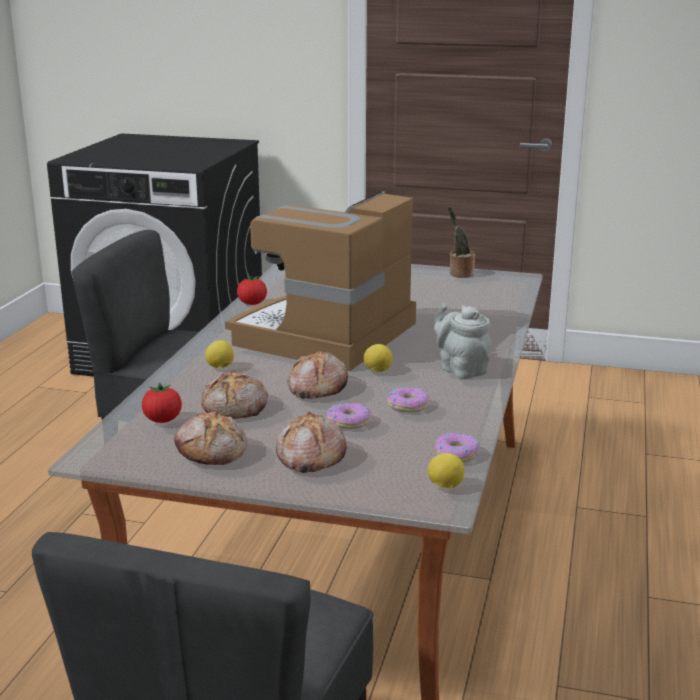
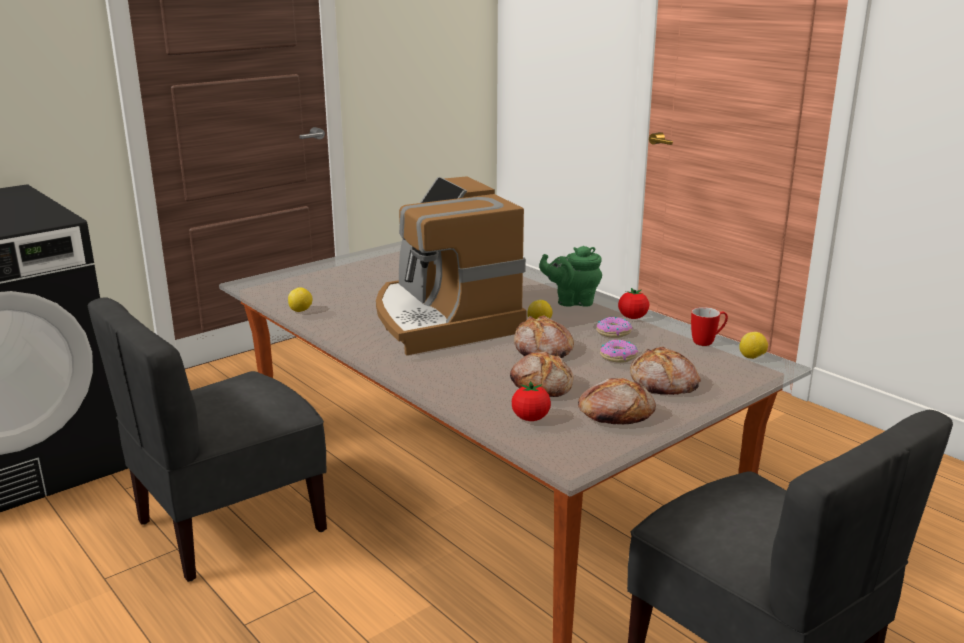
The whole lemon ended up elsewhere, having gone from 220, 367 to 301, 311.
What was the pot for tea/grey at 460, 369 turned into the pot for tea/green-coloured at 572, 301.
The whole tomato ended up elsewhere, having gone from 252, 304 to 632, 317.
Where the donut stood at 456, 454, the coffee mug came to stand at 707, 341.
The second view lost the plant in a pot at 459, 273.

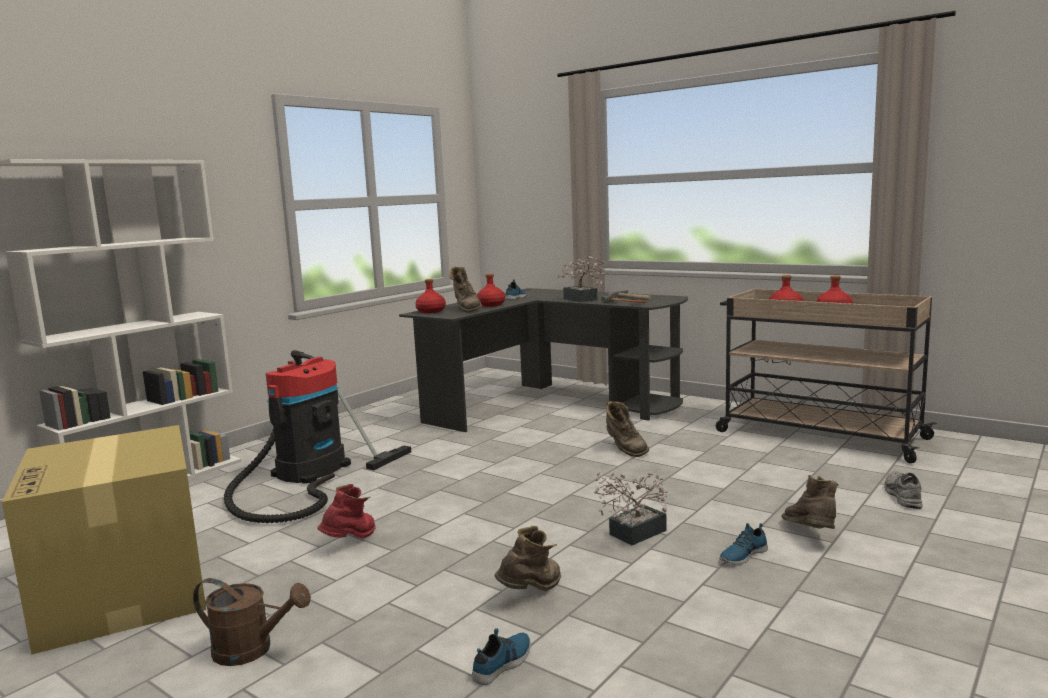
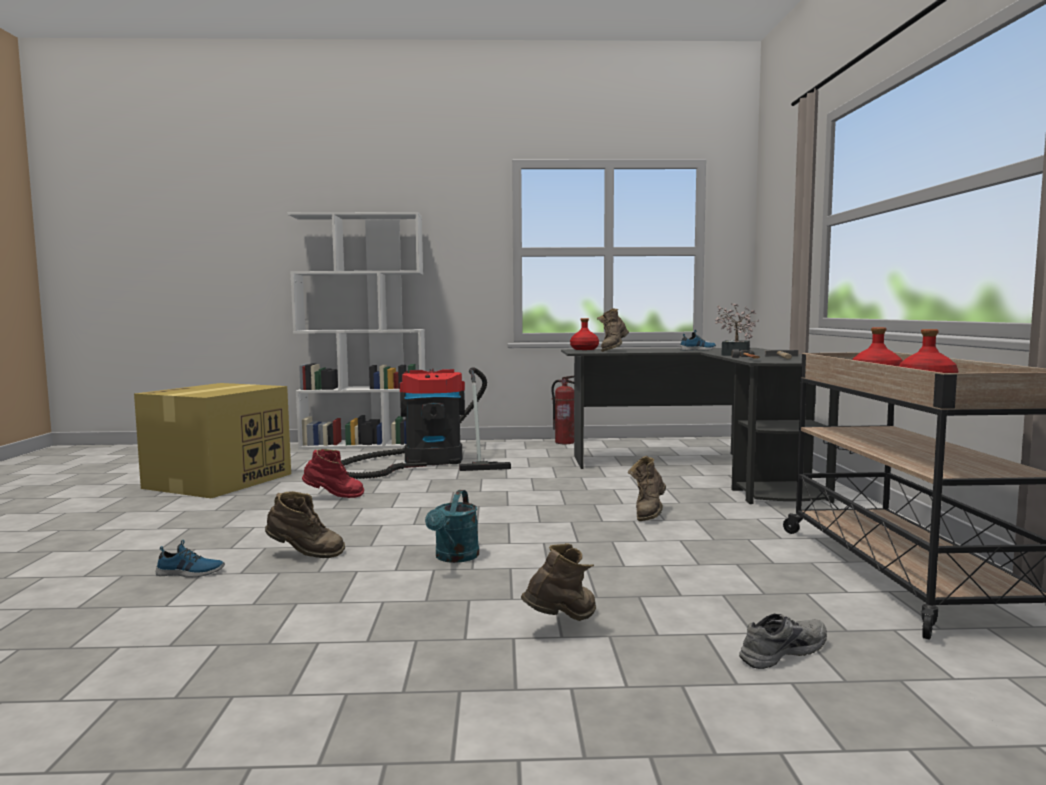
Where the plant in a pot stood at 632, 534, the watering pot/turquoise came to stand at 454, 558.
The second view gained the fire-fighting cylinder at 565, 442.
The second view lost the watering pot/brownish at 252, 650.
The second view lost the drink bottle/red-coloured at 491, 305.
The second view lost the item of footwear at 742, 555.

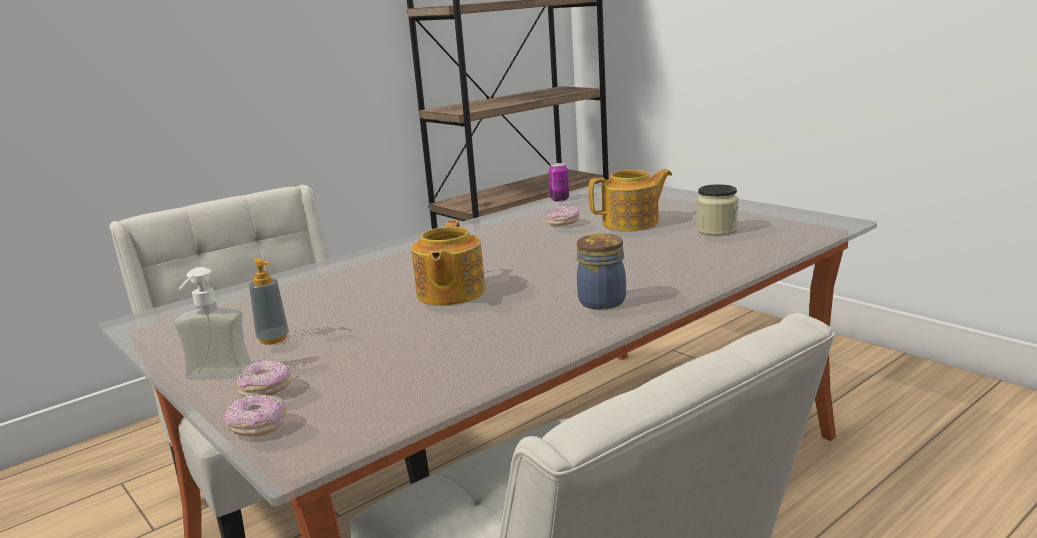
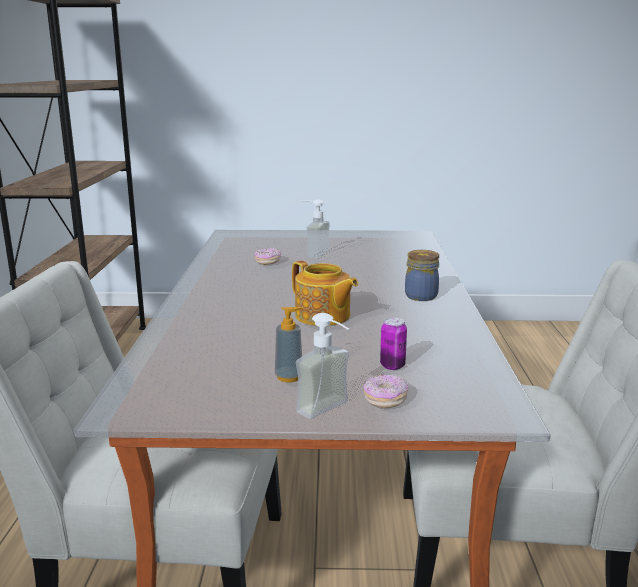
Where the pot for tea stood at 632, 223, the soap bottle came to stand at 312, 254.
The metal can ended up elsewhere, having gone from 559, 199 to 392, 366.
The second view lost the donut at 258, 427.
The second view lost the preserve jar at 717, 230.

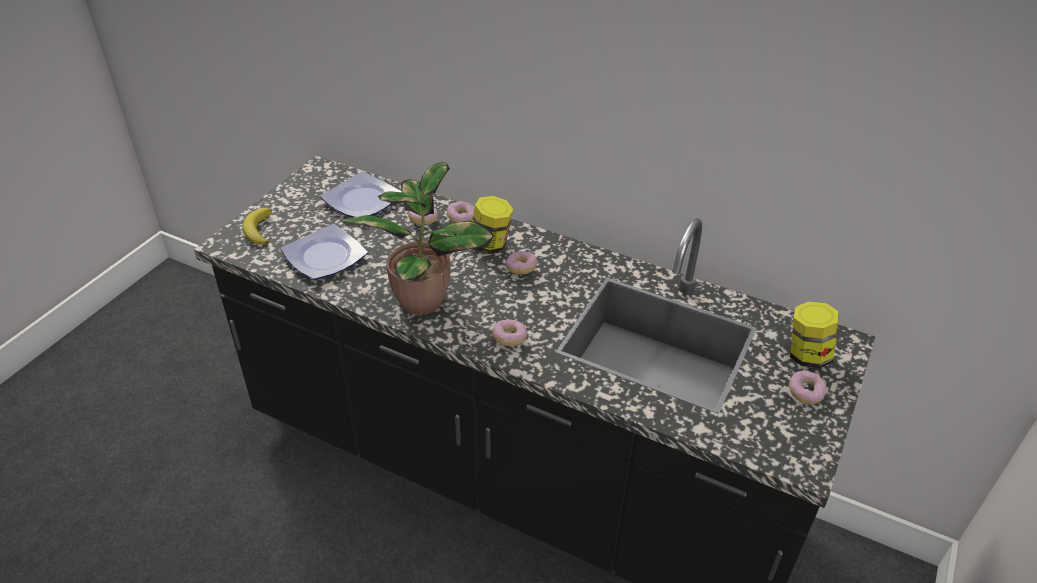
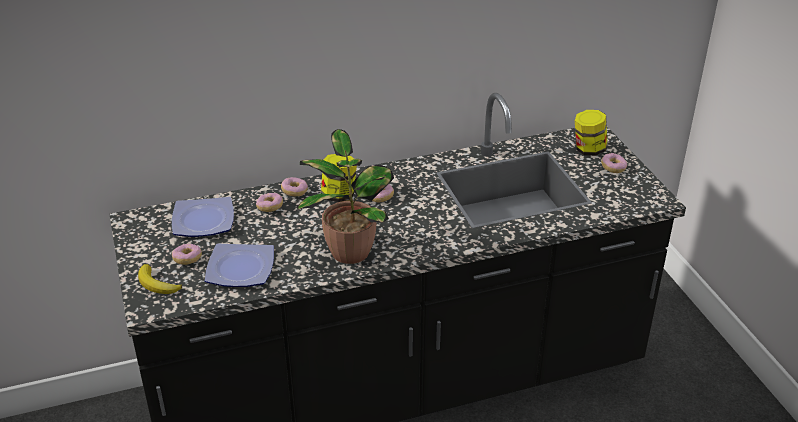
The donut ended up elsewhere, having gone from 509, 338 to 187, 259.

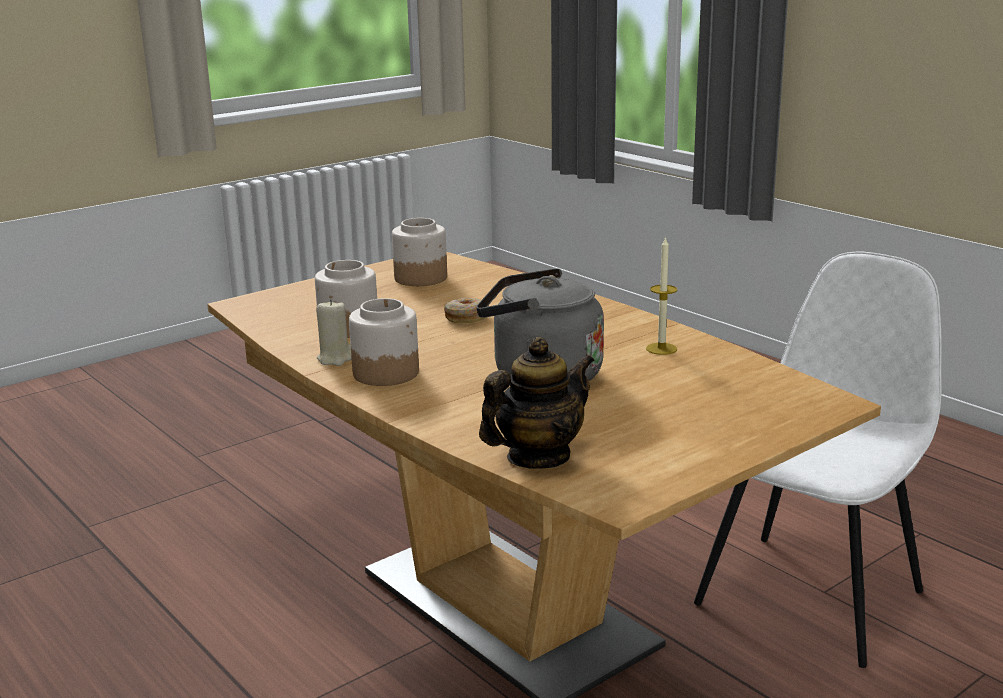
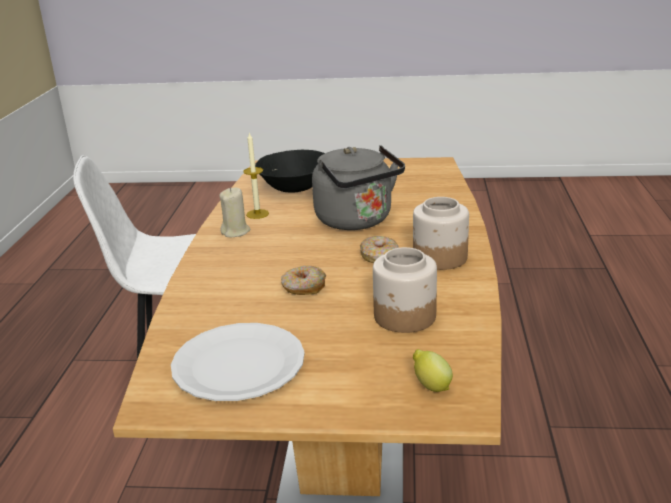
Where the preserve jar stood at 420, 278, the dinner plate/whitish came to stand at 239, 364.
The wax light/beige-coloured ended up elsewhere, having gone from 335, 359 to 236, 232.
The second view gained the deep dish/black-coloured at 295, 187.
The second view gained the donut at 379, 256.
The second view gained the whole lemon at 431, 386.
The second view lost the pot for tea at 538, 457.

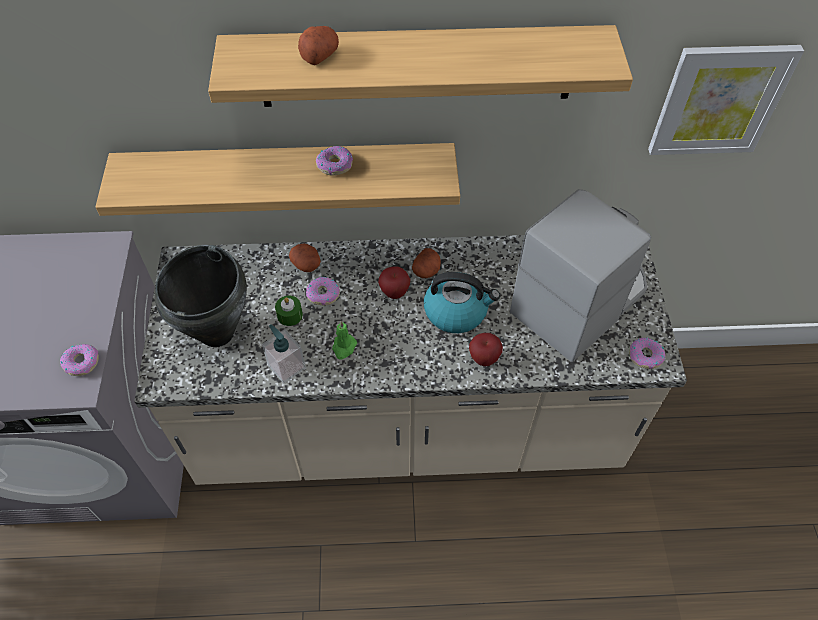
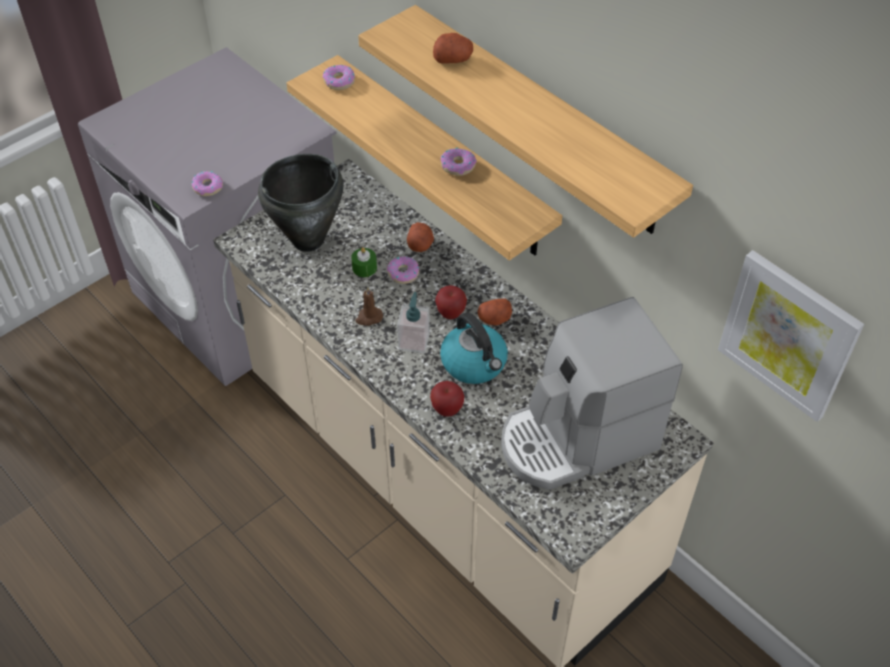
The donut ended up elsewhere, having gone from 645, 356 to 339, 81.
What was the wax light/green-coloured at 344, 347 turned into the wax light/brownish at 368, 317.
The soap bottle ended up elsewhere, having gone from 286, 366 to 414, 341.
The coffee brewer at 580, 300 ended up facing another way, 150 degrees clockwise from before.

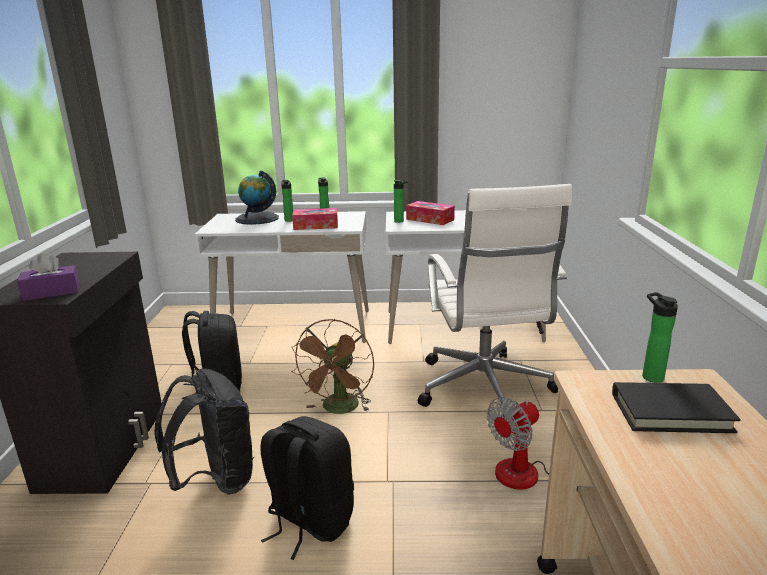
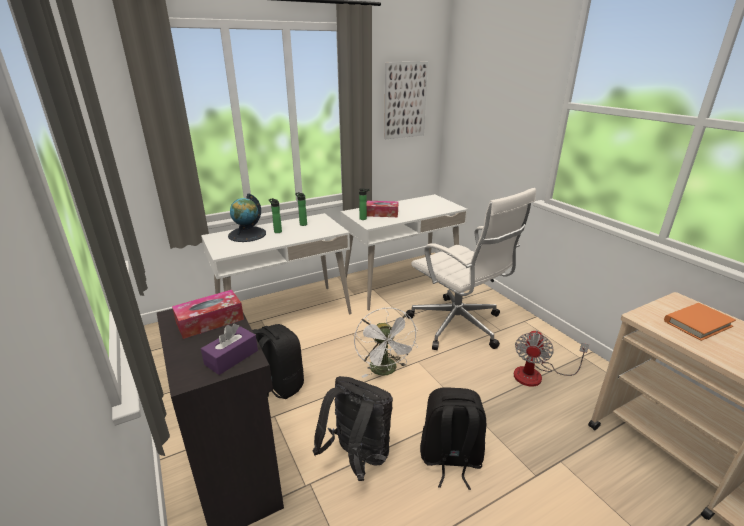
The box of tissues ended up elsewhere, having gone from 316, 226 to 210, 321.
What was the electric fan/brownish at 339, 409 turned into the electric fan/whitish at 385, 371.
The second view gained the wall art at 405, 100.
What was the book/black-coloured at 670, 412 turned into the book/orange at 697, 324.
The second view lost the drink bottle at 650, 376.

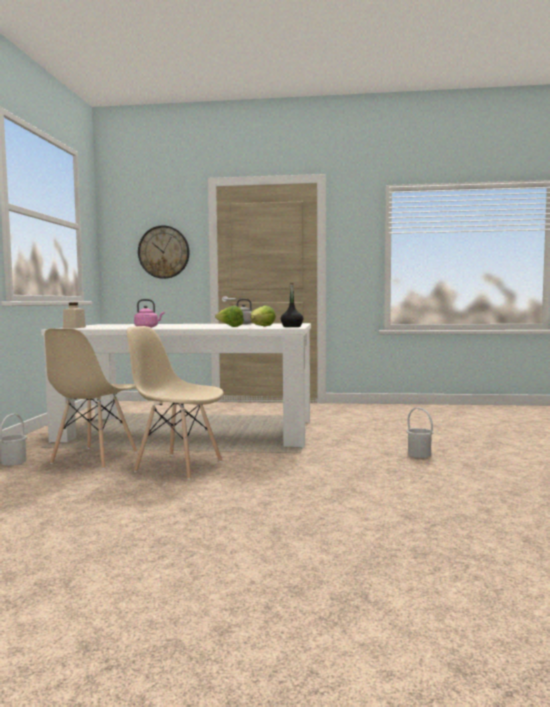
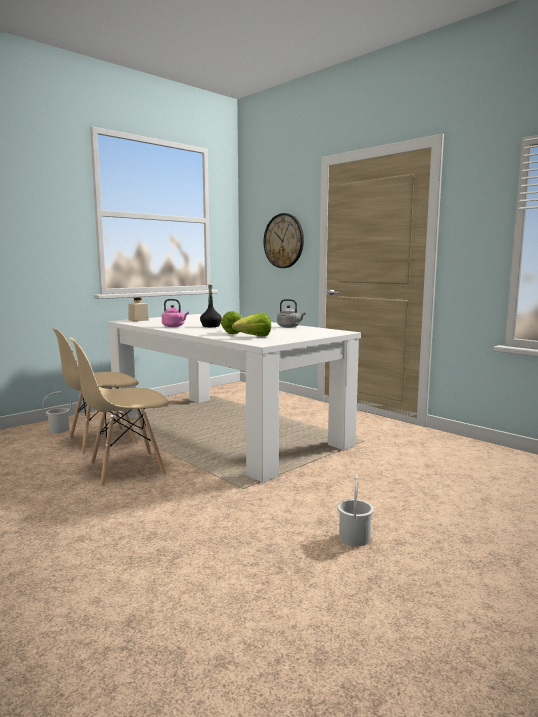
The upright chair/beige-coloured at 178, 466 ended up facing another way, 90 degrees counterclockwise from before.
The drink bottle/black-coloured ended up elsewhere, having gone from 292, 326 to 211, 326.

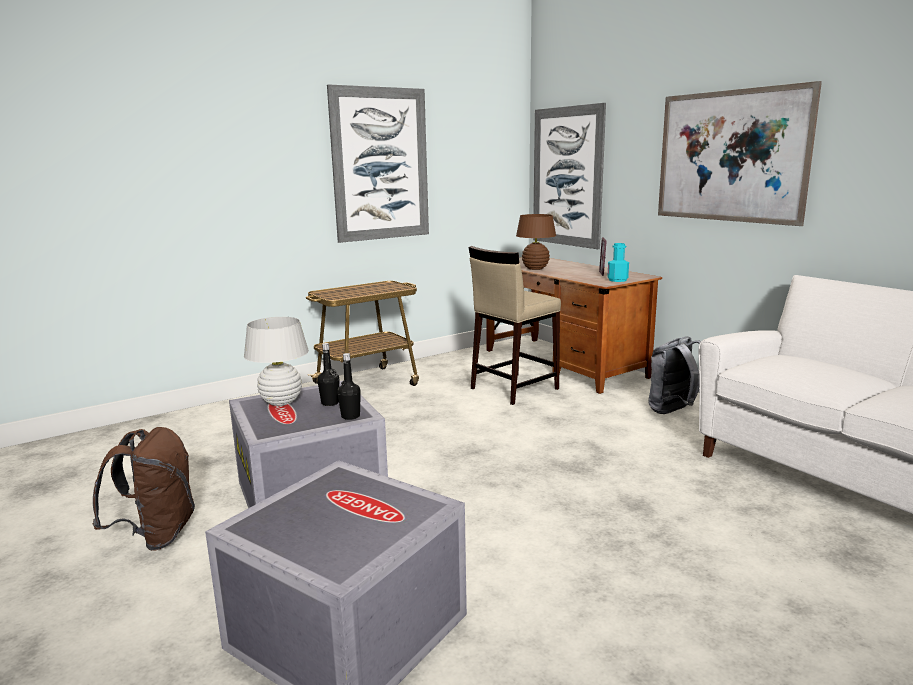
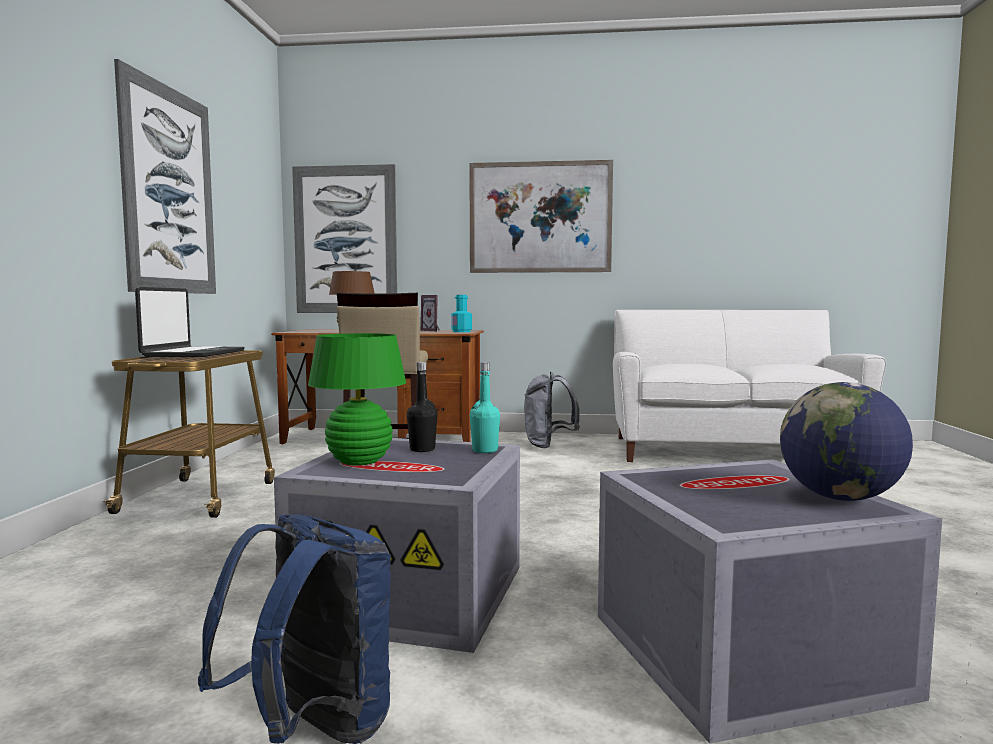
The second view gained the notebook computer at 193, 354.
What was the rucksack/brownish at 157, 535 turned into the rucksack/bluish at 313, 729.
What was the lamp for a table/whitish at 281, 402 turned into the lamp for a table/green-coloured at 360, 461.
What was the drink bottle/black-coloured at 350, 416 turned into the drink bottle/turquoise at 484, 450.
The second view gained the globe at 840, 498.

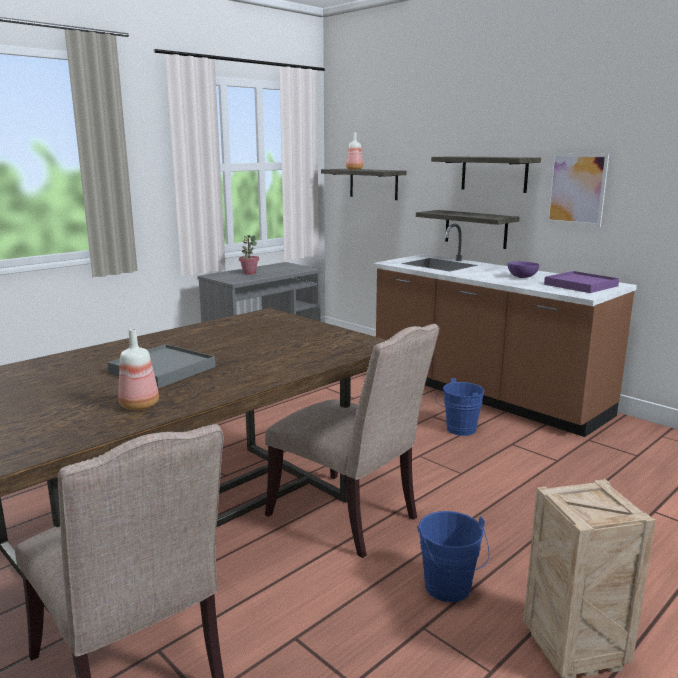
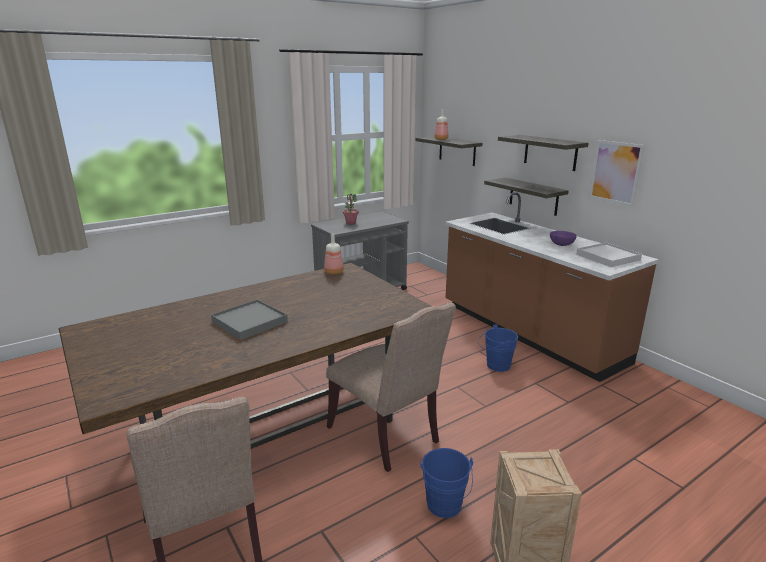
The drink bottle ended up elsewhere, having gone from 140, 406 to 334, 272.
What was the tray/purplish at 581, 285 turned into the tray/whitish at 608, 257.

